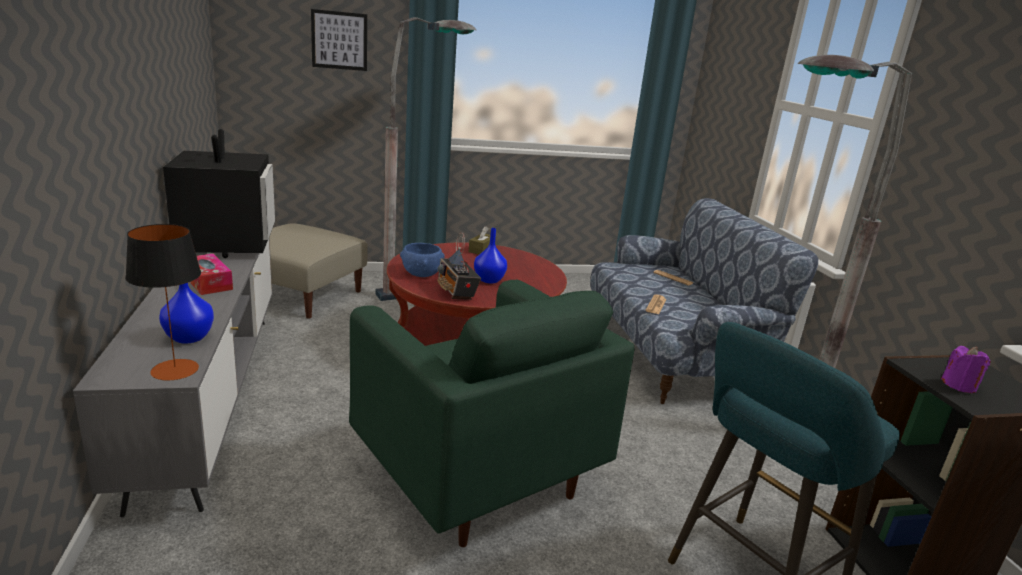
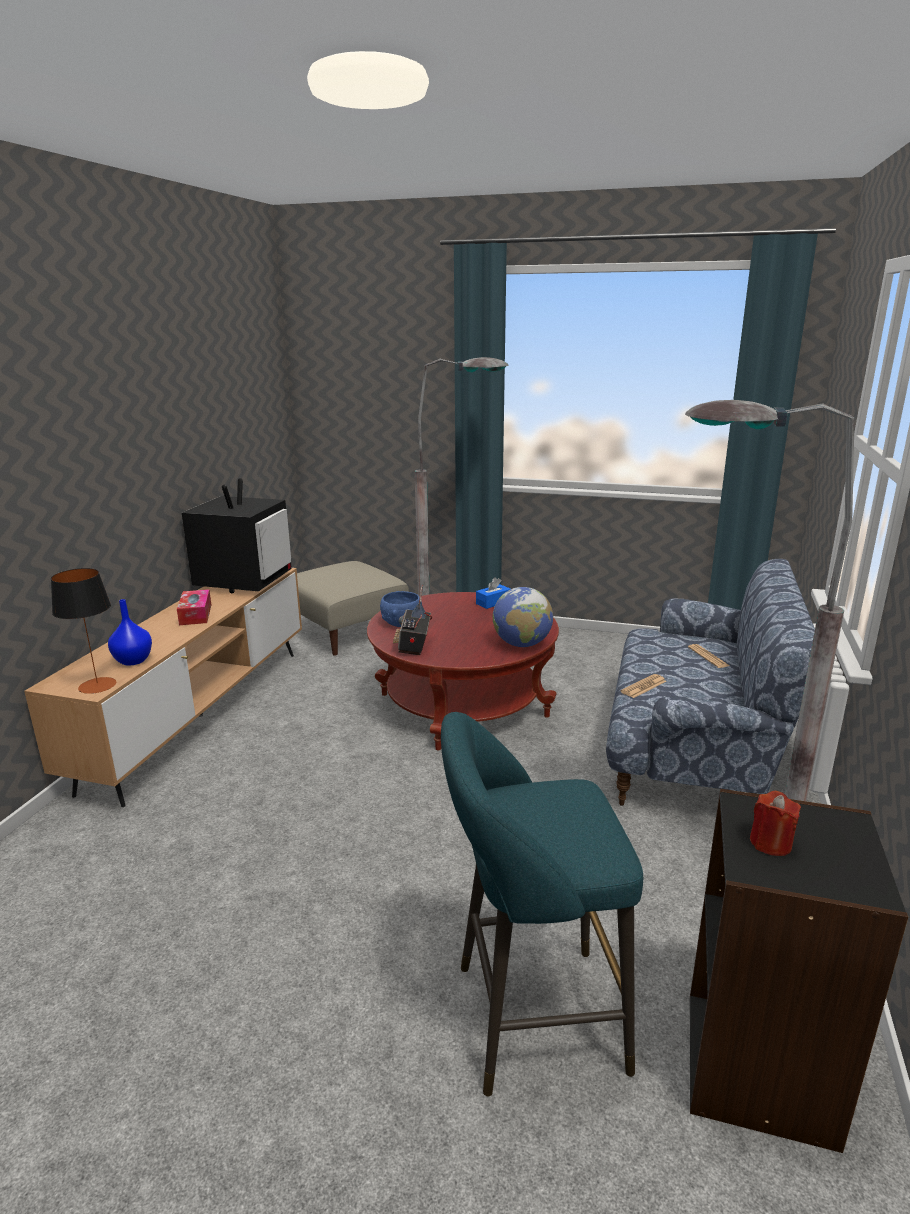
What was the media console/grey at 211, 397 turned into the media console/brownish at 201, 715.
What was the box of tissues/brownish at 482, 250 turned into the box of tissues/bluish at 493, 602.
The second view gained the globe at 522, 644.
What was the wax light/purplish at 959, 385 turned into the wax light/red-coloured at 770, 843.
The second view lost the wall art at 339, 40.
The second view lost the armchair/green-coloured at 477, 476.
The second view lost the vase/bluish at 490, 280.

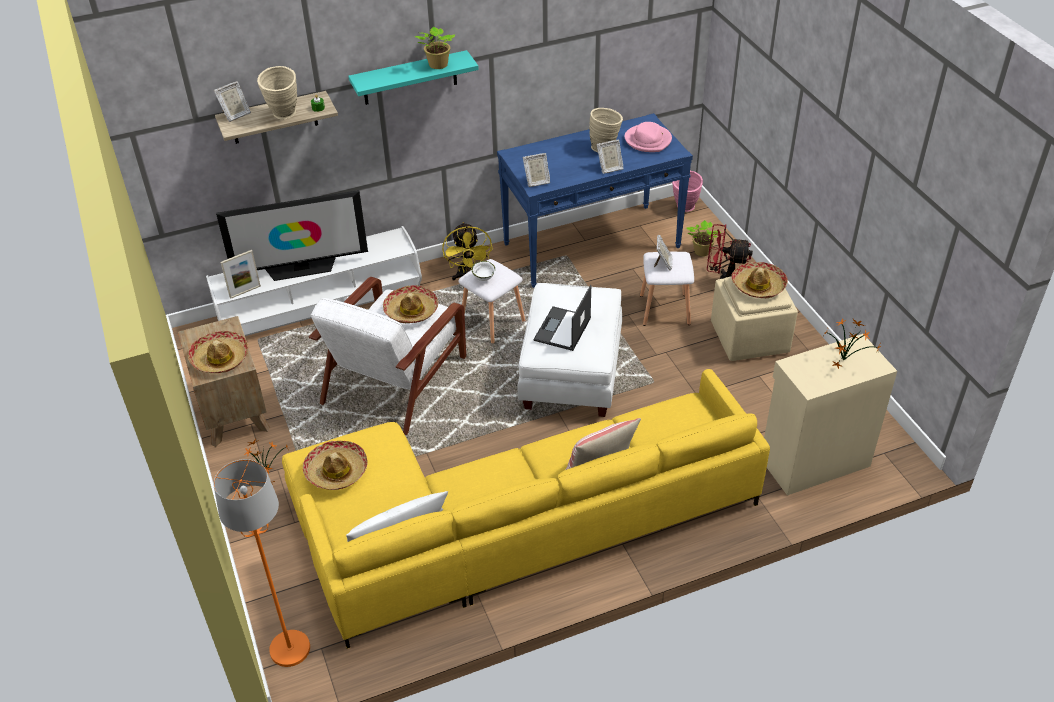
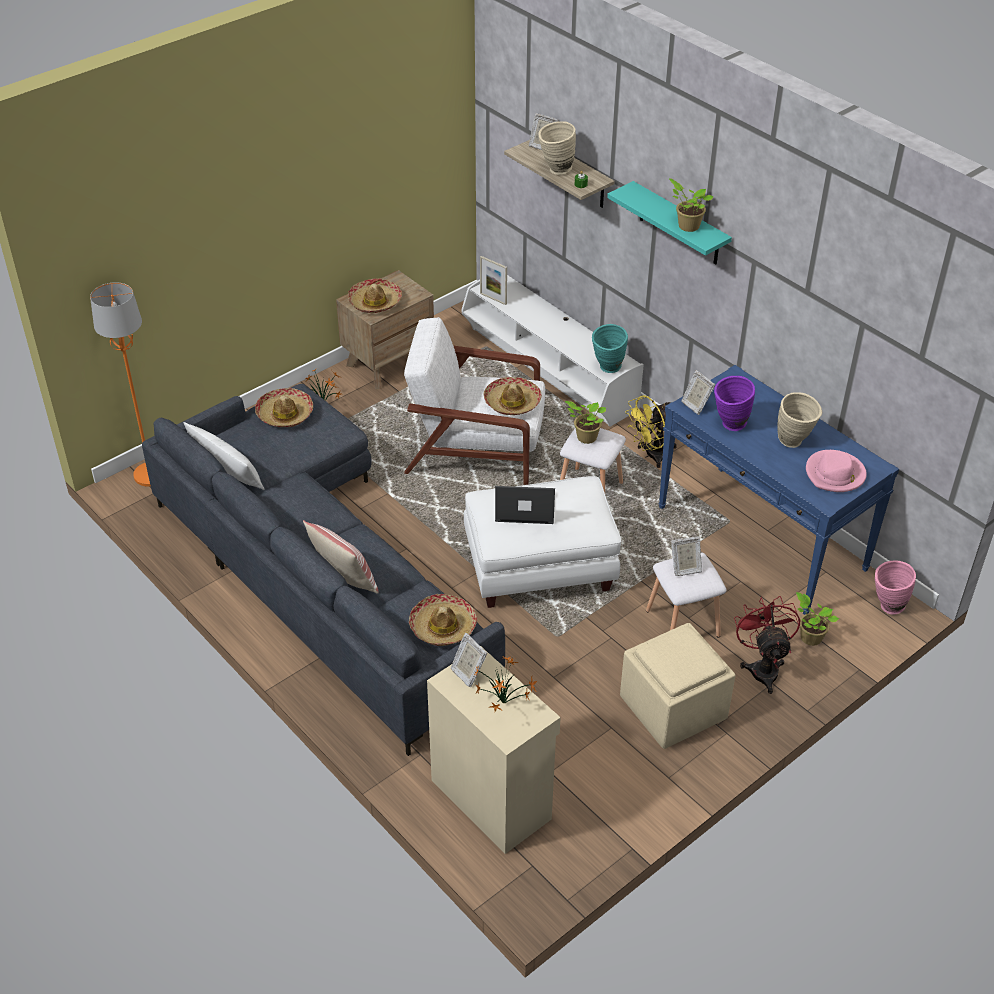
What was the sofa/yellow at 509, 525 turned into the sofa/grey at 319, 571.
The hat ended up elsewhere, having gone from 758, 286 to 443, 627.
The standing frame ended up elsewhere, having gone from 609, 168 to 468, 672.
Where the deep dish/whitish stood at 484, 278, the plant in a pot came to stand at 585, 437.
The second view gained the vase/turquoise at 607, 369.
The second view gained the vase/purplish at 729, 425.
The second view lost the television at 301, 268.

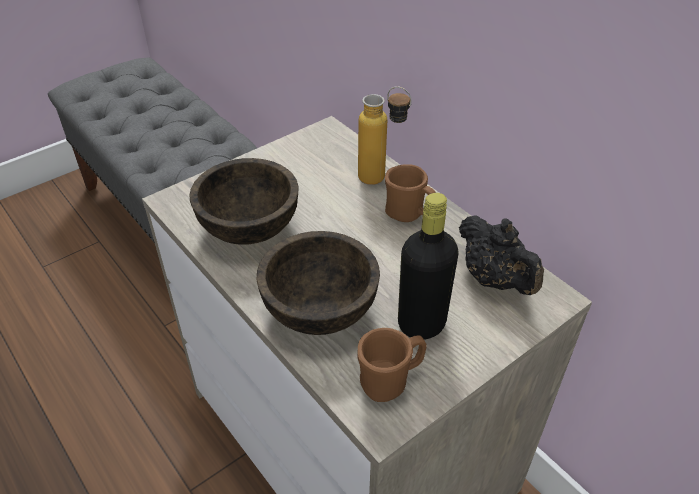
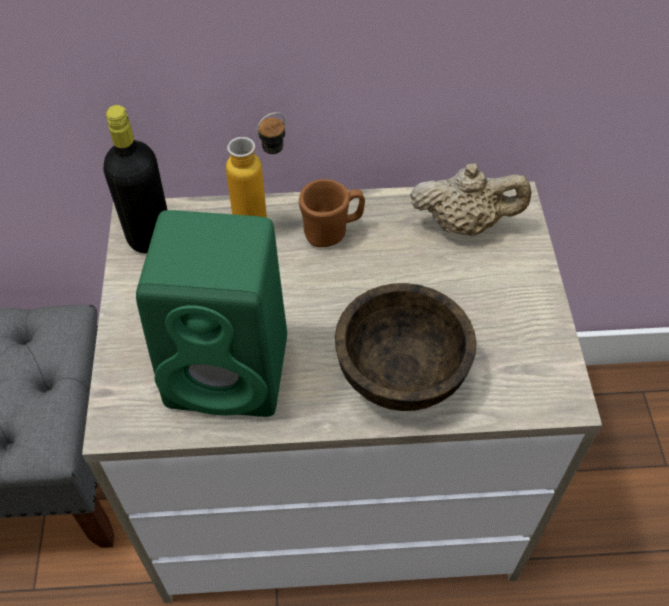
The drink bottle/black-coloured ended up elsewhere, having gone from 421, 324 to 149, 236.
Where the deep dish/brownish stood at 250, 226, the audio speaker/green-coloured came to stand at 232, 370.
What was the pot for tea/black-coloured at 495, 280 turned into the pot for tea/beige-coloured at 464, 224.
The second view lost the coffee mug/brownish at 390, 381.

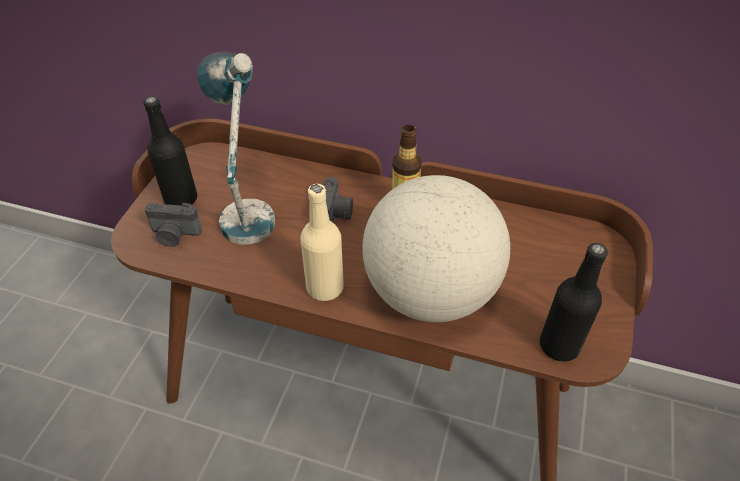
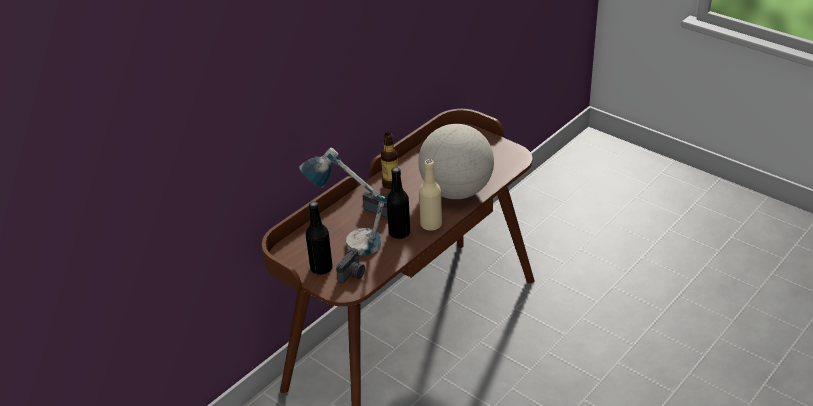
The drink bottle/black-coloured ended up elsewhere, having gone from 559, 345 to 399, 233.

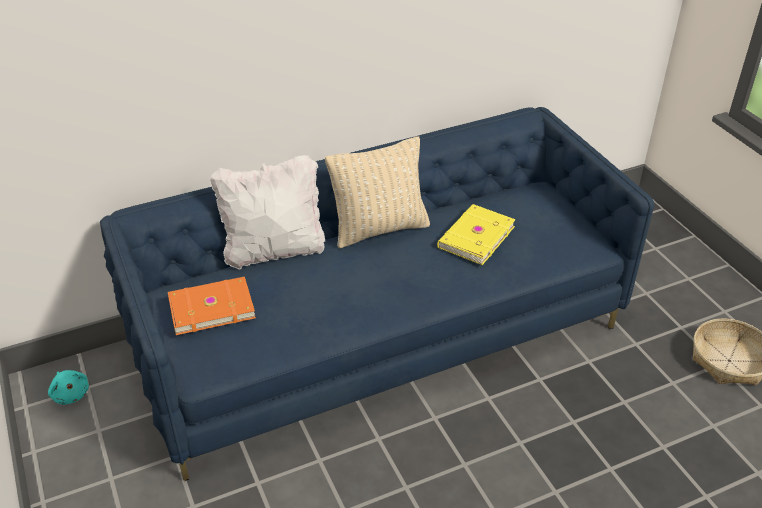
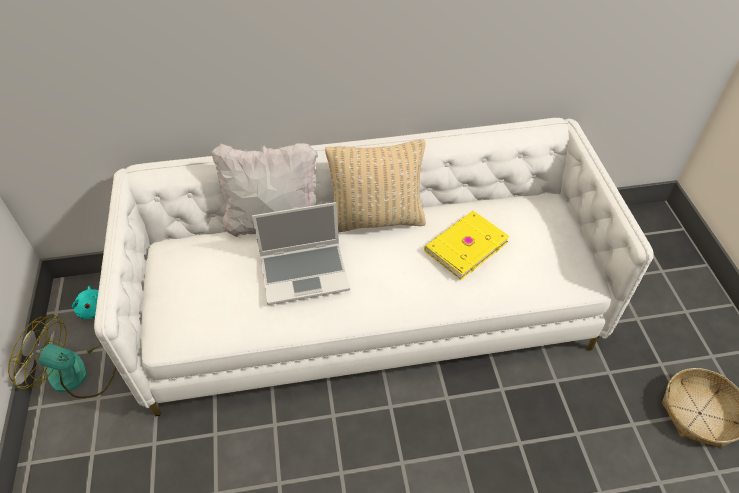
The second view gained the electric fan at 77, 374.
What was the sofa/bluish at 381, 336 turned into the sofa/whitish at 369, 310.
The second view gained the notebook computer at 305, 273.
The second view lost the book/orange at 210, 307.

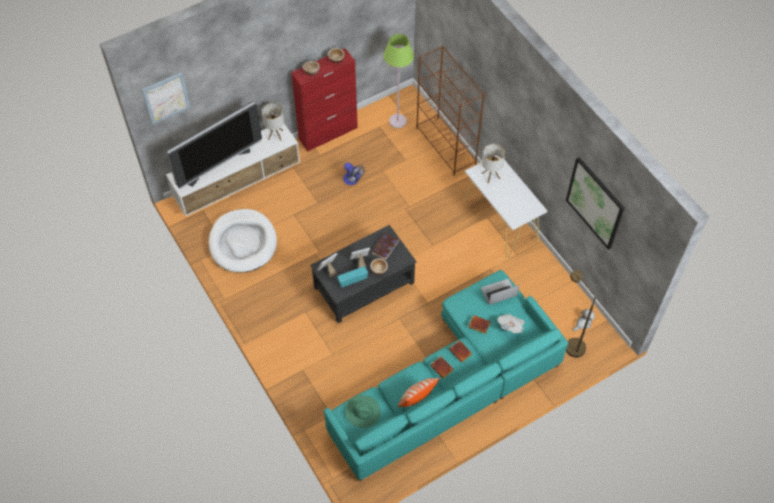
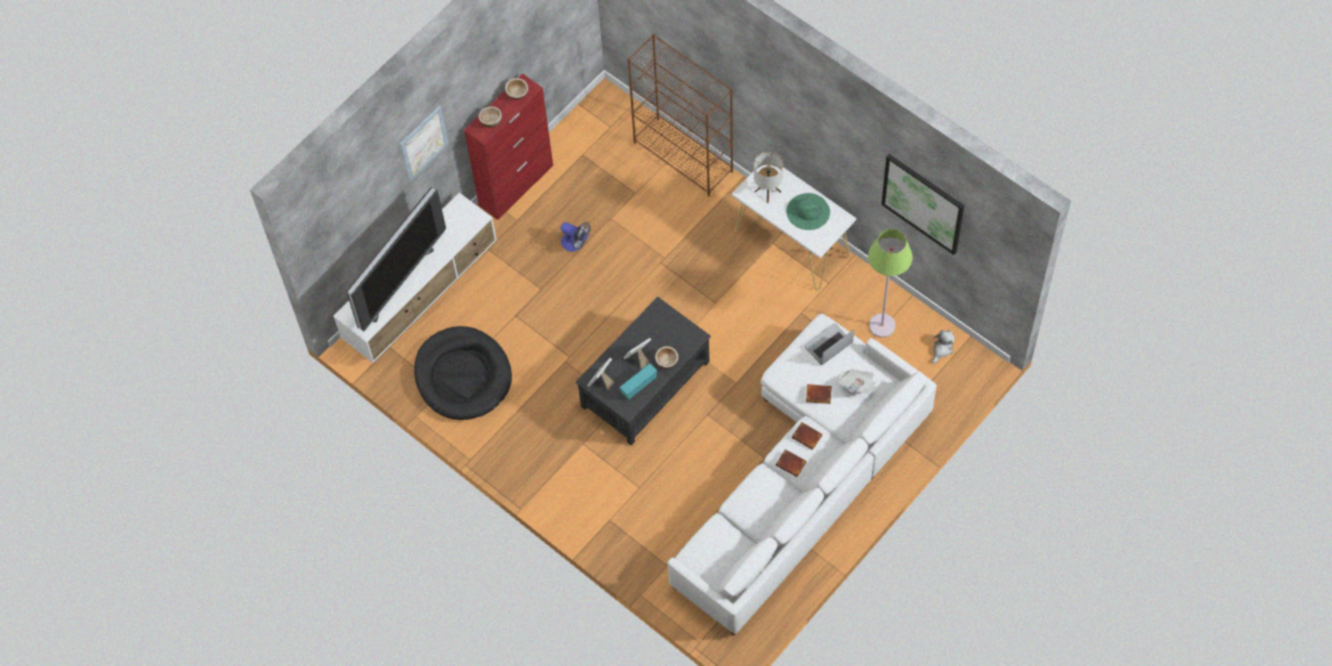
The wall art ended up elsewhere, having gone from 166, 98 to 423, 143.
What was the dog bed/whitish at 243, 243 turned into the dog bed/black-coloured at 463, 375.
What was the sofa/turquoise at 452, 383 turned into the sofa/whitish at 804, 477.
The hat/green-coloured ended up elsewhere, having gone from 362, 411 to 808, 211.
The floor lamp/green-coloured ended up elsewhere, having gone from 397, 121 to 882, 325.
The second view lost the lamp for a table at 275, 134.
The second view lost the book at 385, 247.
The second view lost the pillow at 417, 399.
The second view lost the floor lamp/brownish at 571, 344.

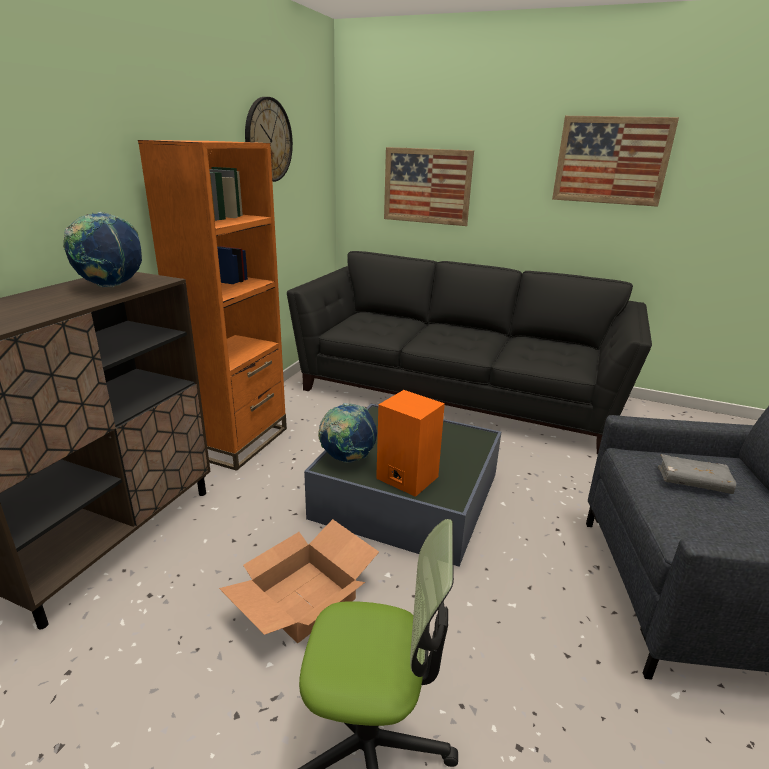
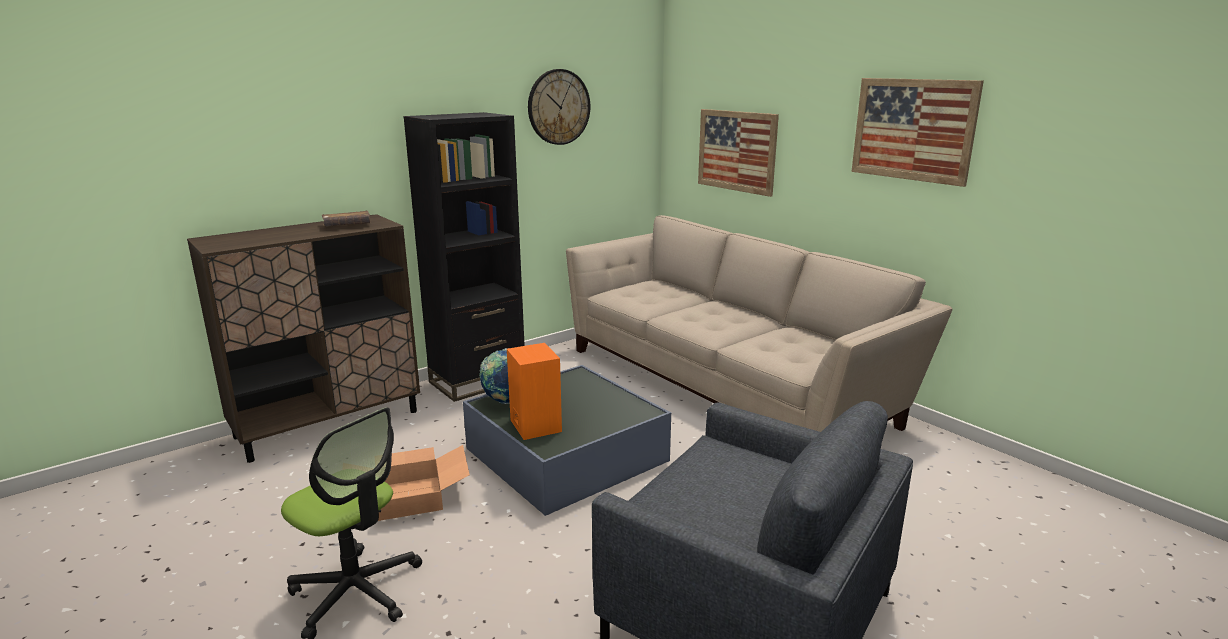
Where the globe stood at 110, 286, the book/brownish came to stand at 347, 226.
What was the bookcase/orange at 239, 441 turned into the bookcase/black-coloured at 478, 381.
What was the sofa/black-coloured at 457, 393 turned into the sofa/beige-coloured at 728, 383.
The second view lost the book/grey at 693, 482.

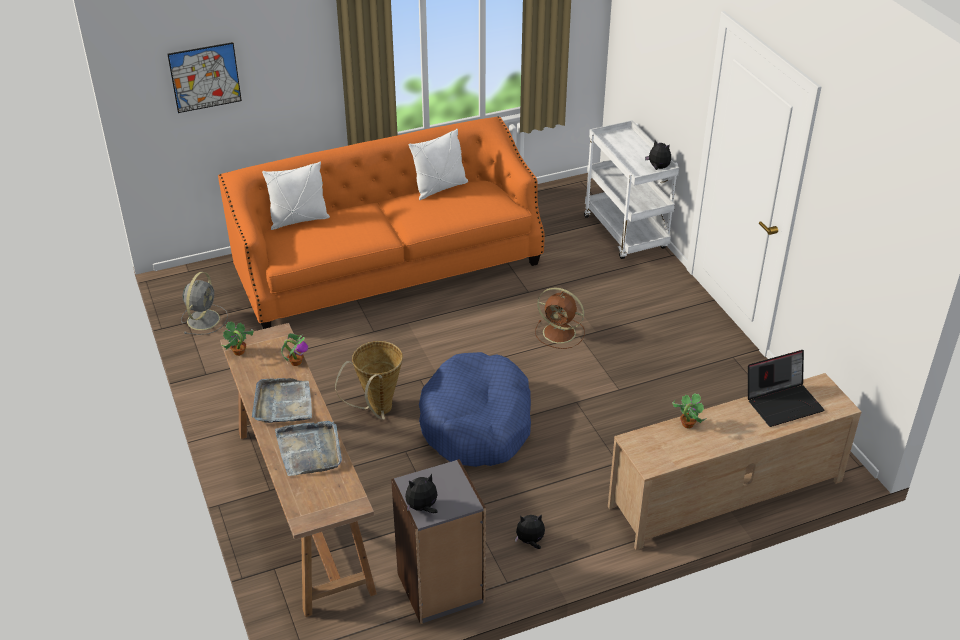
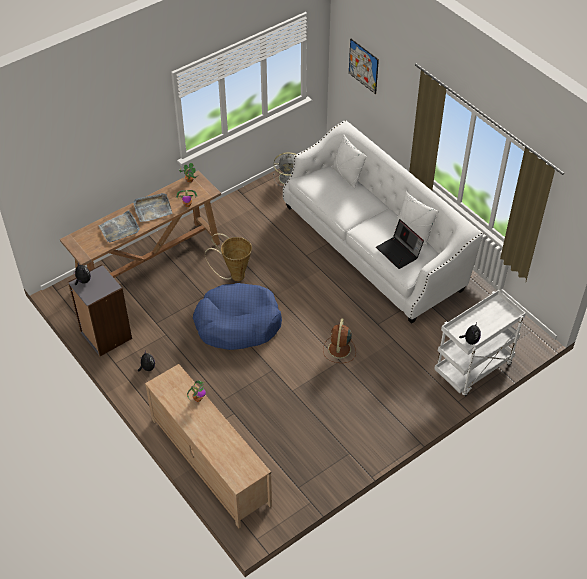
What was the sofa/orange at 388, 267 turned into the sofa/whitish at 374, 246.
The notebook computer ended up elsewhere, having gone from 783, 402 to 399, 252.

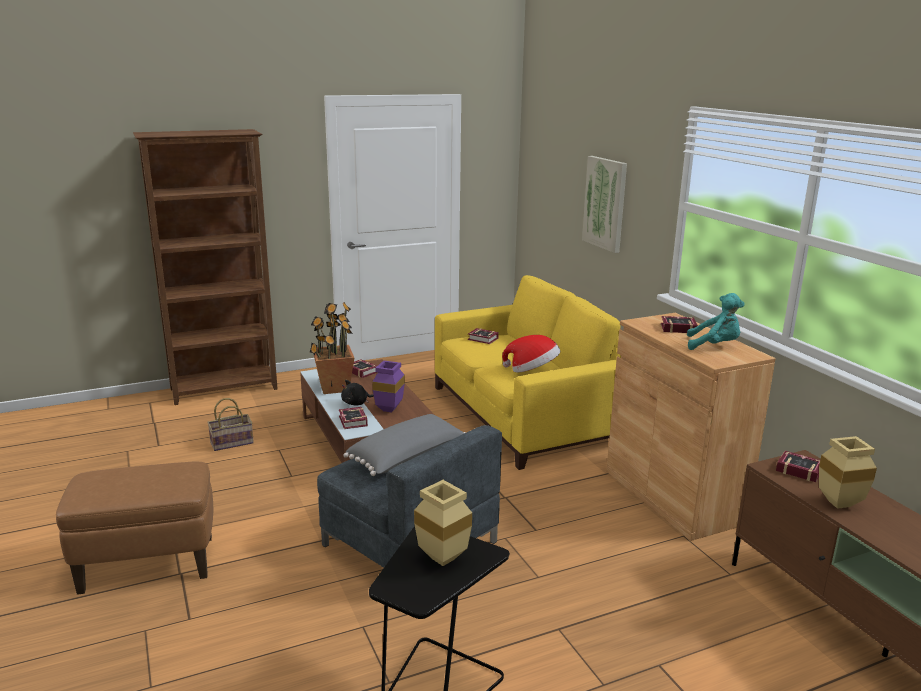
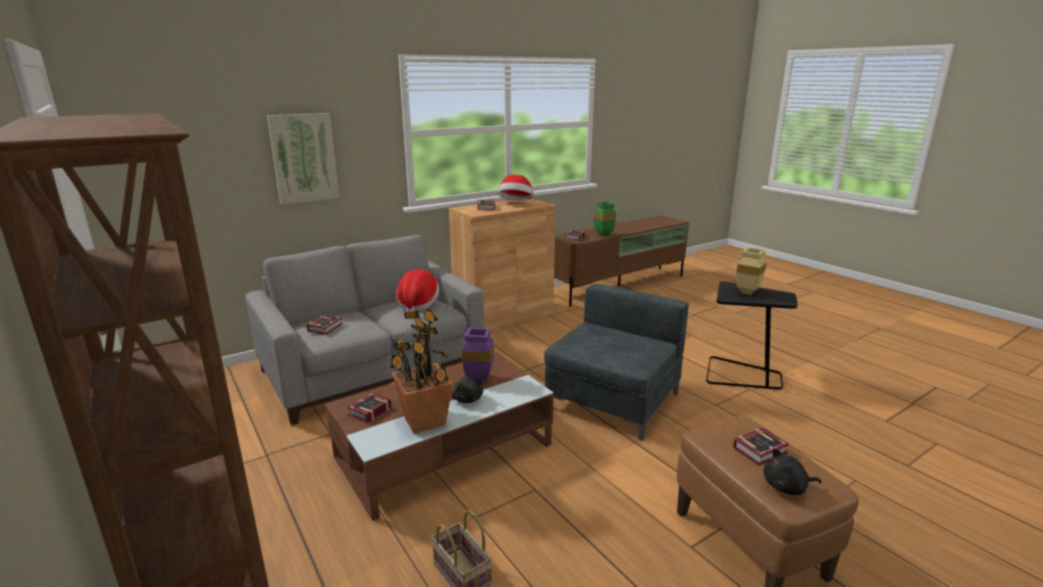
What was the sofa/yellow at 526, 414 turned into the sofa/grey at 373, 368.
Where the cuddly toy/turquoise stood at 714, 346, the hat came to stand at 516, 203.
What was the vase/beige-coloured at 838, 505 turned into the vase/green-coloured at 604, 234.
The book ended up elsewhere, having gone from 352, 422 to 762, 450.
The second view gained the cuddly toy/black-coloured at 787, 487.
The second view lost the pillow/grey at 408, 458.

